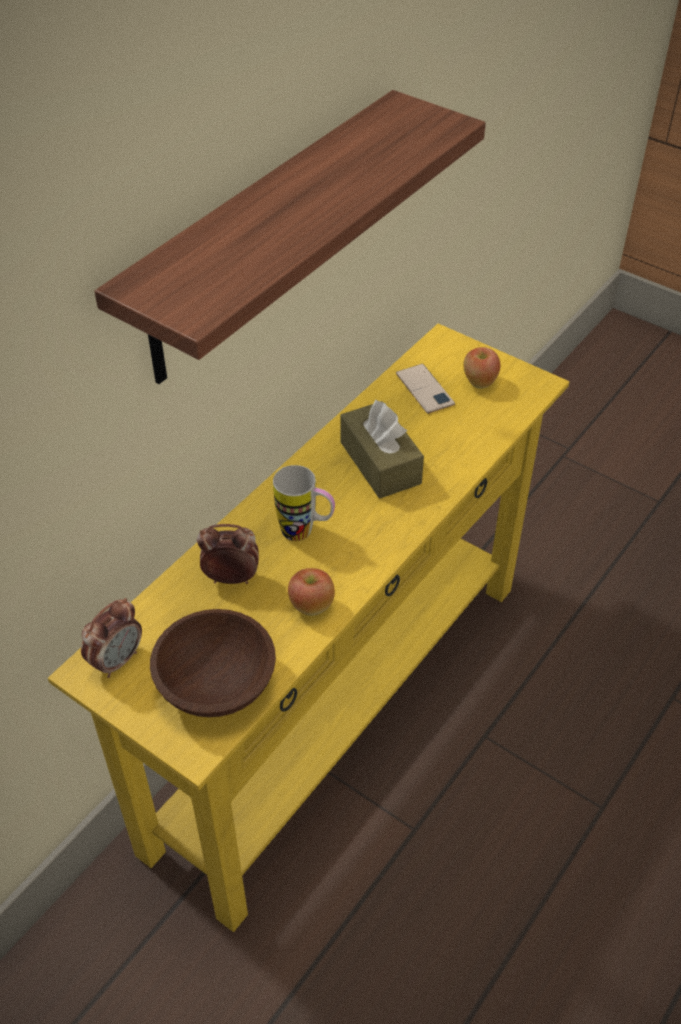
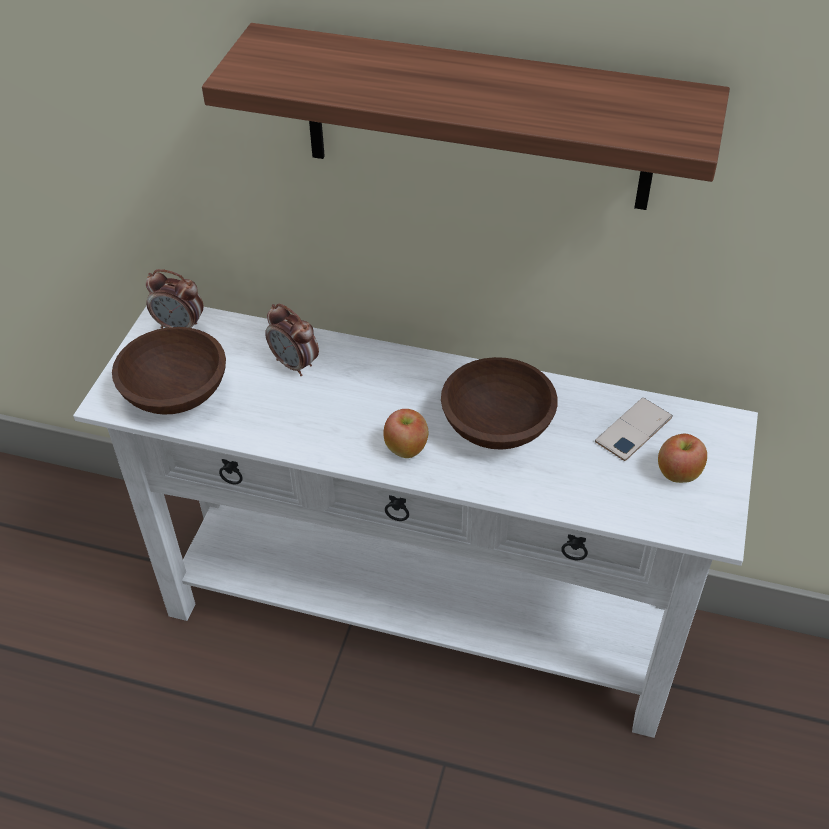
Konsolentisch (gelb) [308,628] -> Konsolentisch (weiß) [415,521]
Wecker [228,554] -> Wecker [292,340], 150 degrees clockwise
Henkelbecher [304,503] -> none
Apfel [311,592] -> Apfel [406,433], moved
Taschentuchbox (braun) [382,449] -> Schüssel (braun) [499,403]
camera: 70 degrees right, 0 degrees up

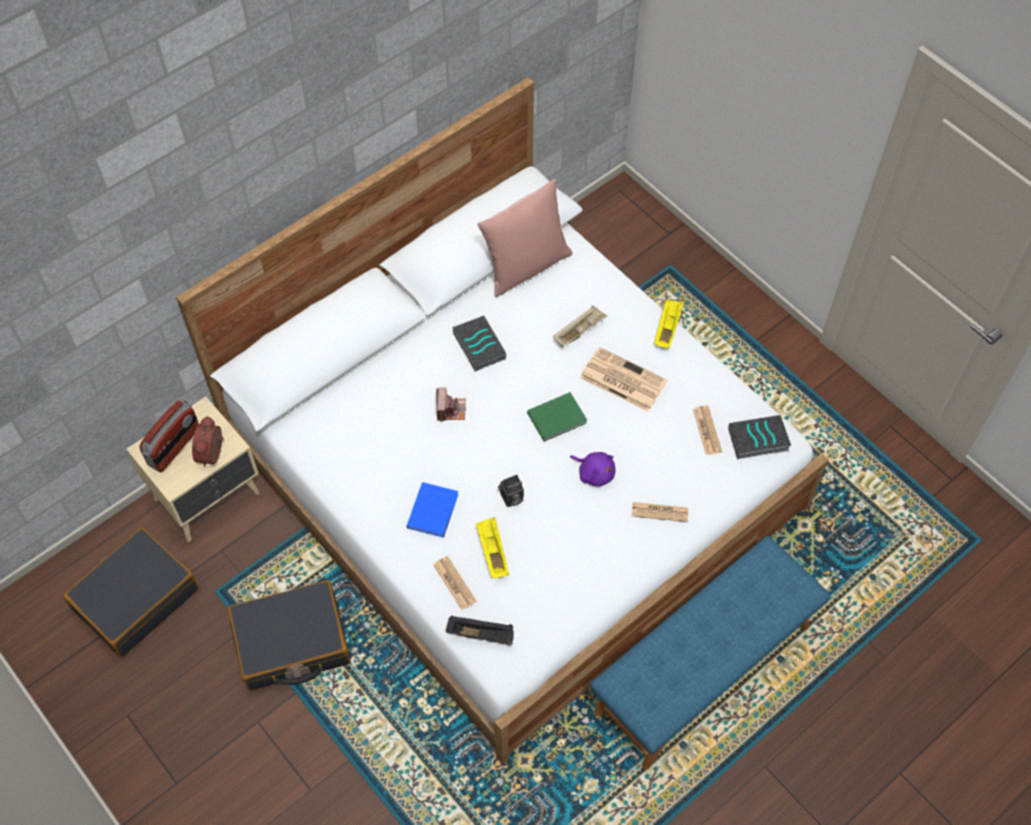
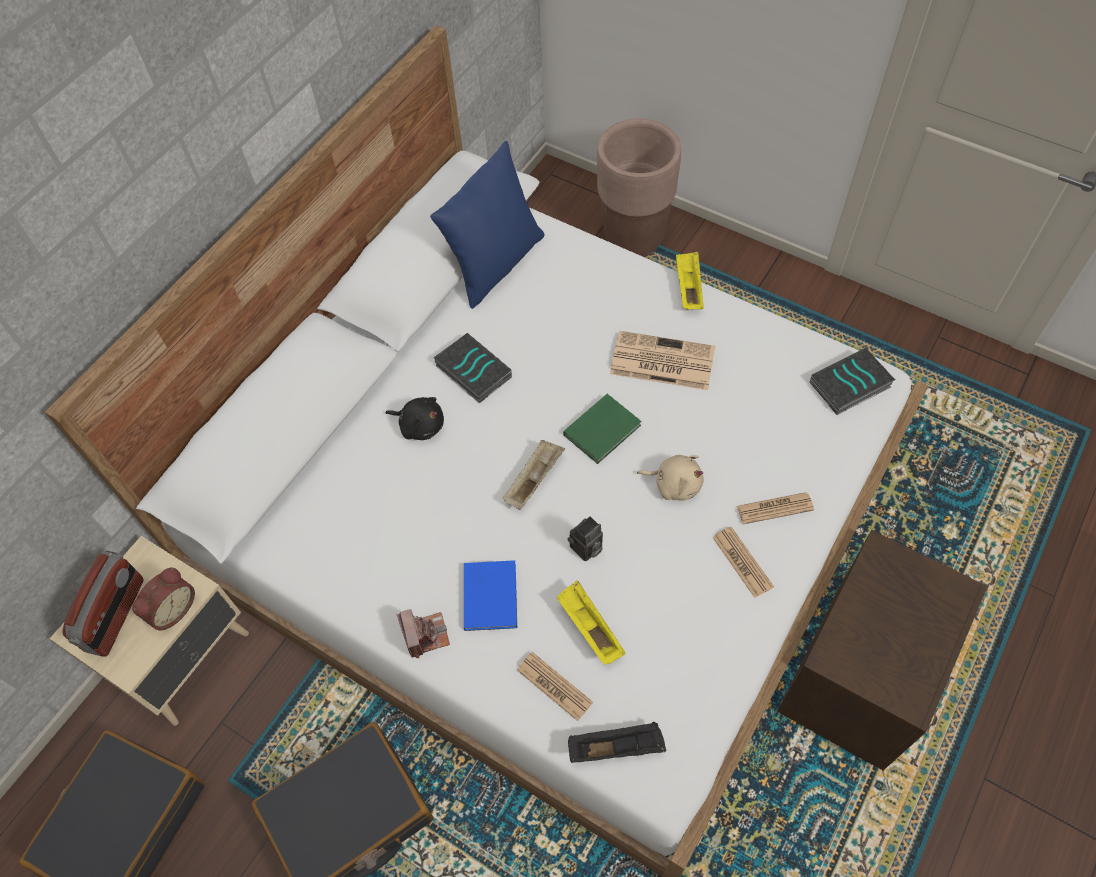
Wecker [208,441] -> Wecker [163,599], 135 degrees counterclockwise
Kamera [451,404] -> Kamera [423,633], moved
Kissen (rosa) [525,238] -> Kissen (blau) [487,225]
Tablett (beige) [580,326] -> Tablett (beige) [534,475], moved
Plüschtier (lila) [592,469] -> Plüschtier (beige) [670,477]
Bank (blau) [710,653] -> Nachttisch (braun) [882,650]
Zeitung [707,430] -> Zeitung [743,562], moved
none -> Plüschtier (schwarz) [414,418]
none -> Pflanzkübel (braun) [639,187]
camera: 15 degrees left, 0 degrees up

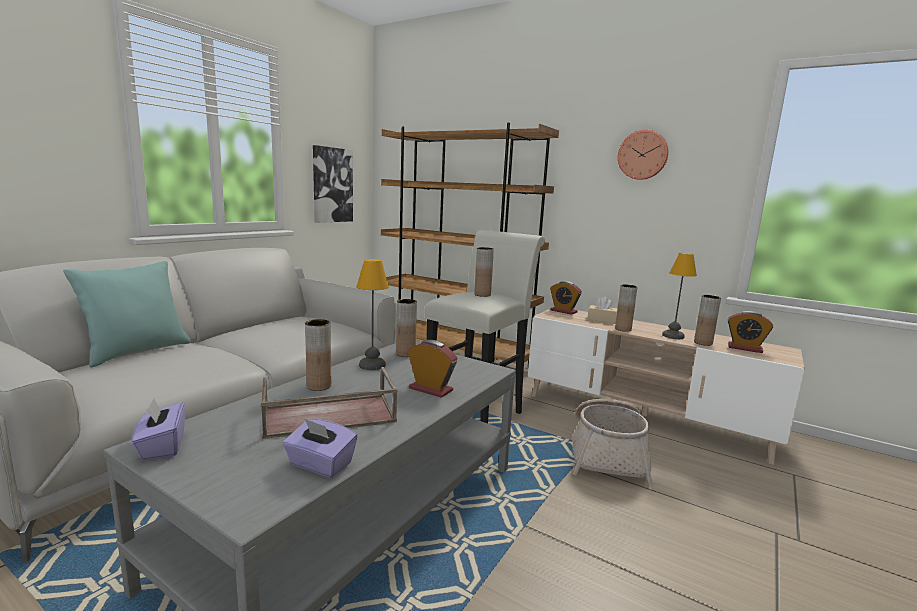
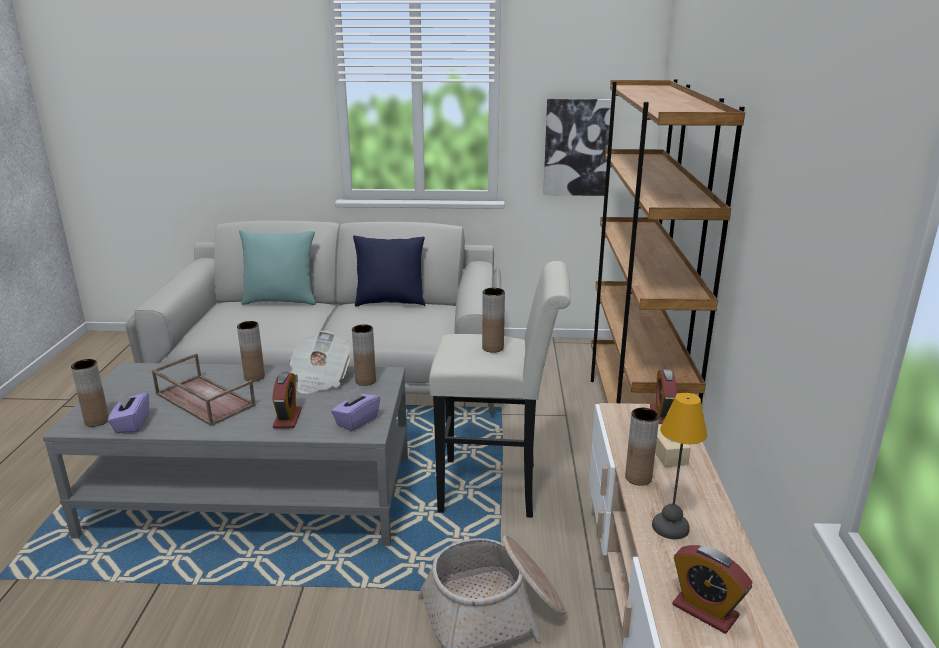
Taschentuchbox (lila) [158,429] -> Taschentuchbox (lila) [355,408], moved
Tischlampe [372,314] -> Zeitung [321,362]
Wanduhr [643,155] -> none
Vase (braun) [707,320] -> Vase (braun) [90,393], moved
Wecker [750,332] -> Wecker [712,589], 45 degrees counterclockwise
none -> Kissen (blau) [389,271]
camera: 60 degrees right, 10 degrees up

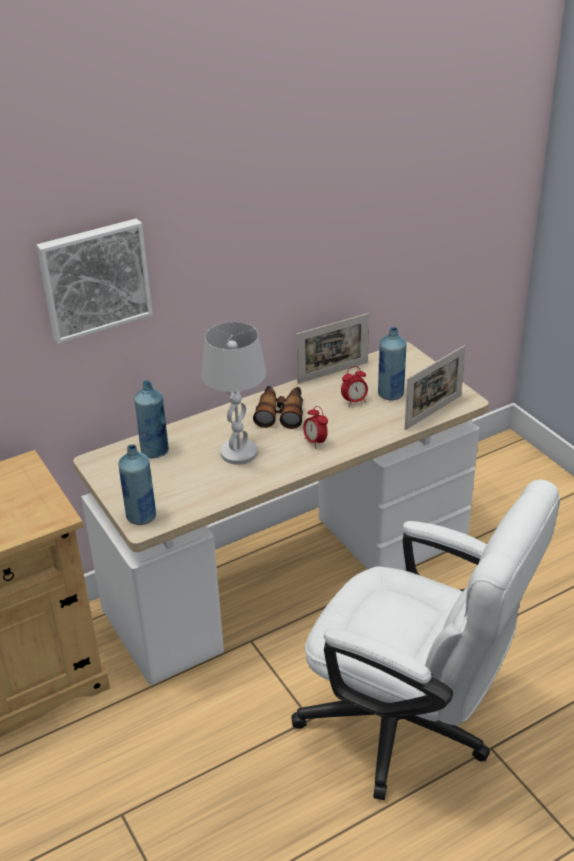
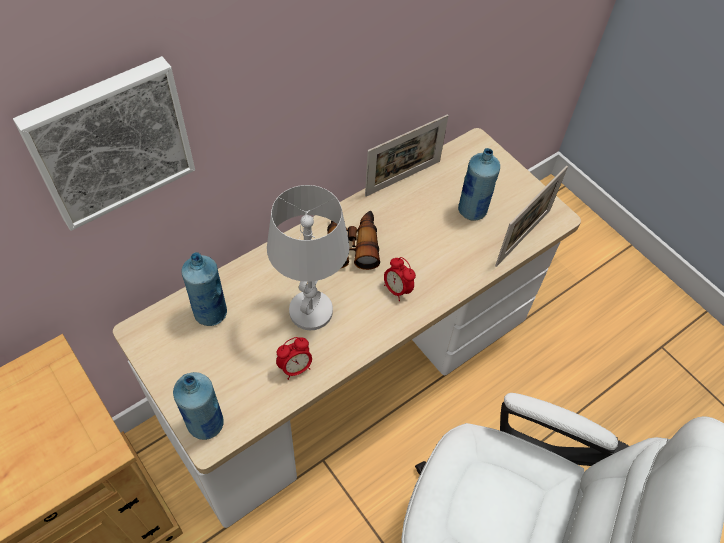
Wecker [354,386] -> Wecker [294,358], moved
camera: 10 degrees left, 20 degrees up

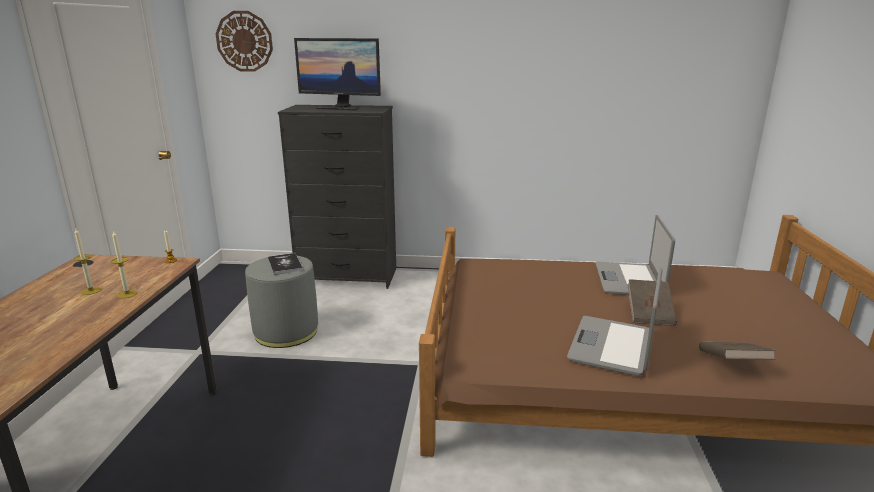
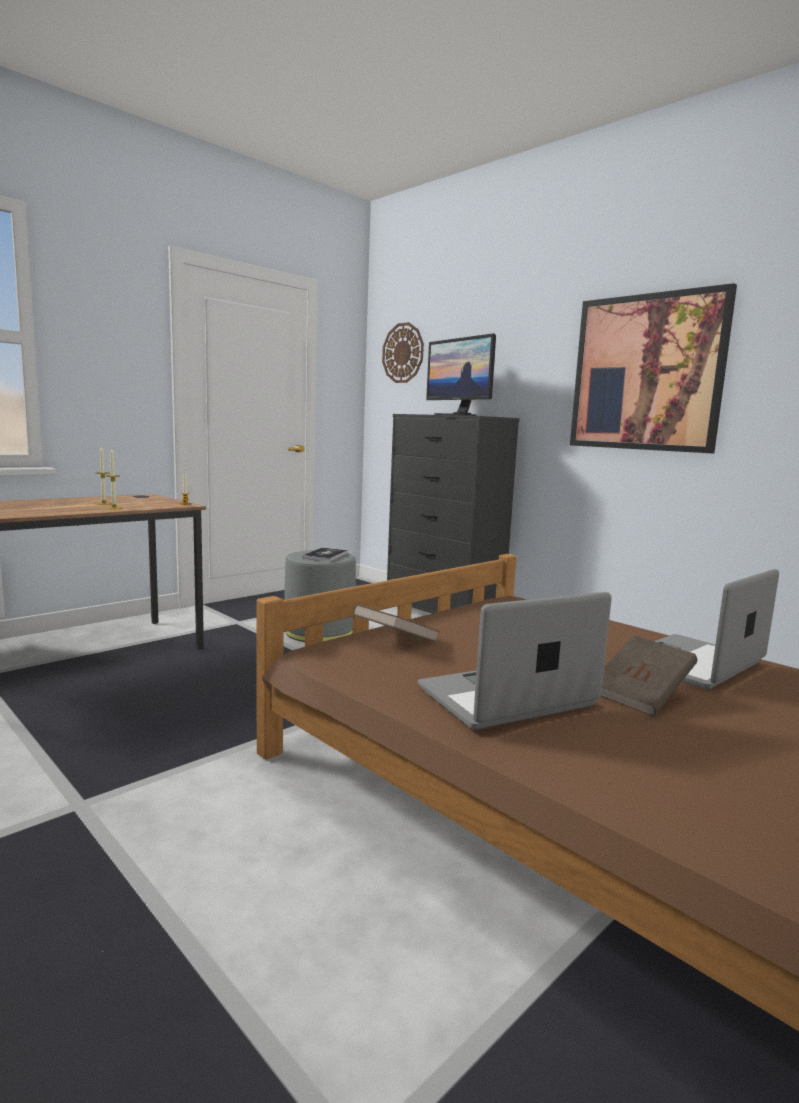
Buch (braun) [737,351] -> Buch (braun) [396,623], moved
none -> Bild [653,368]
camera: 40 degrees right, 10 degrees down

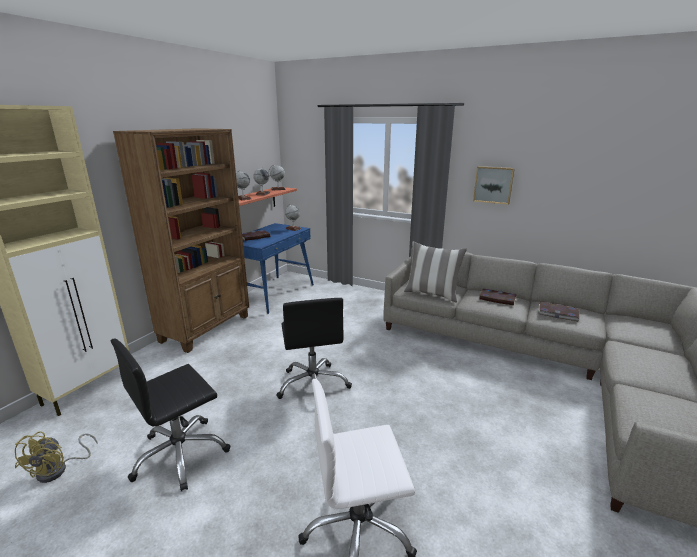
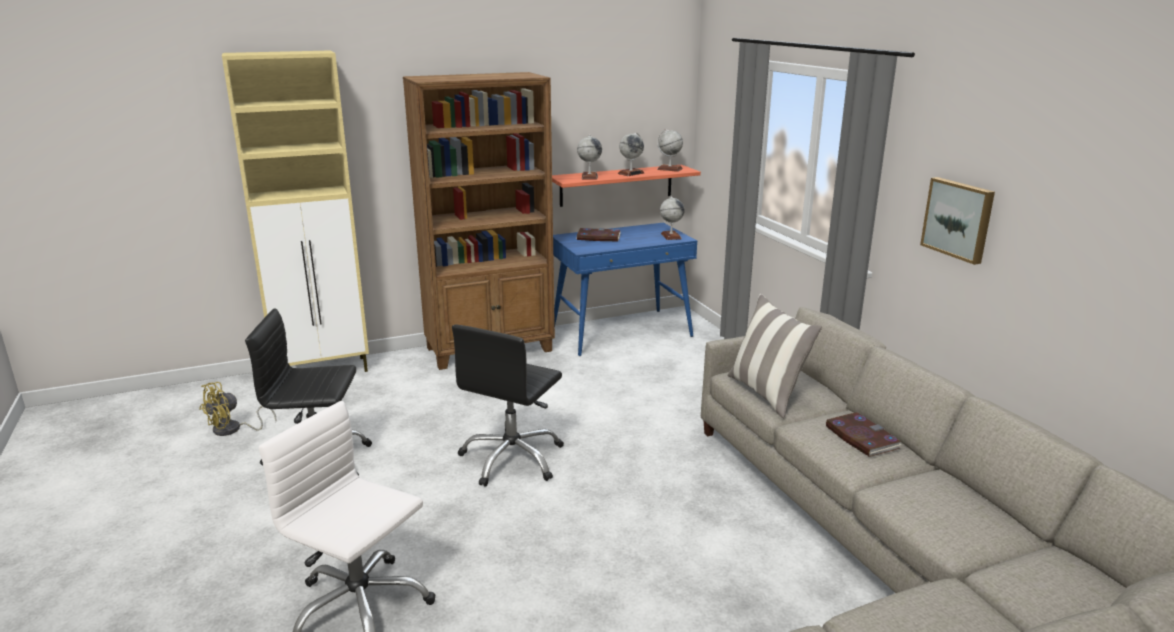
Buch [559,311] -> none
camera: 40 degrees right, 0 degrees up

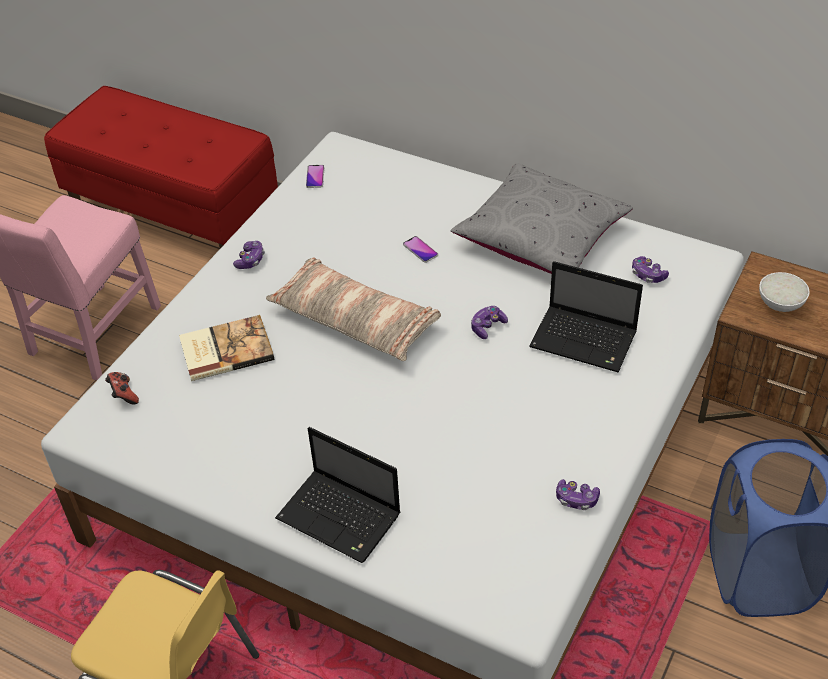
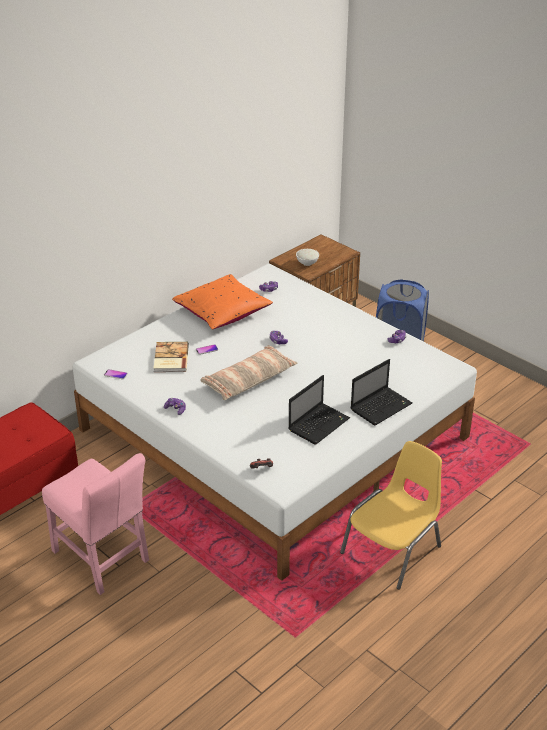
Buch [227,348] -> Buch [171,357], moved
Kissen (grau) [541,219] -> Kissen (orange) [222,302]
Laptop [586,316] -> Laptop [319,410], moved
camera: 75 degrees left, 10 degrees down

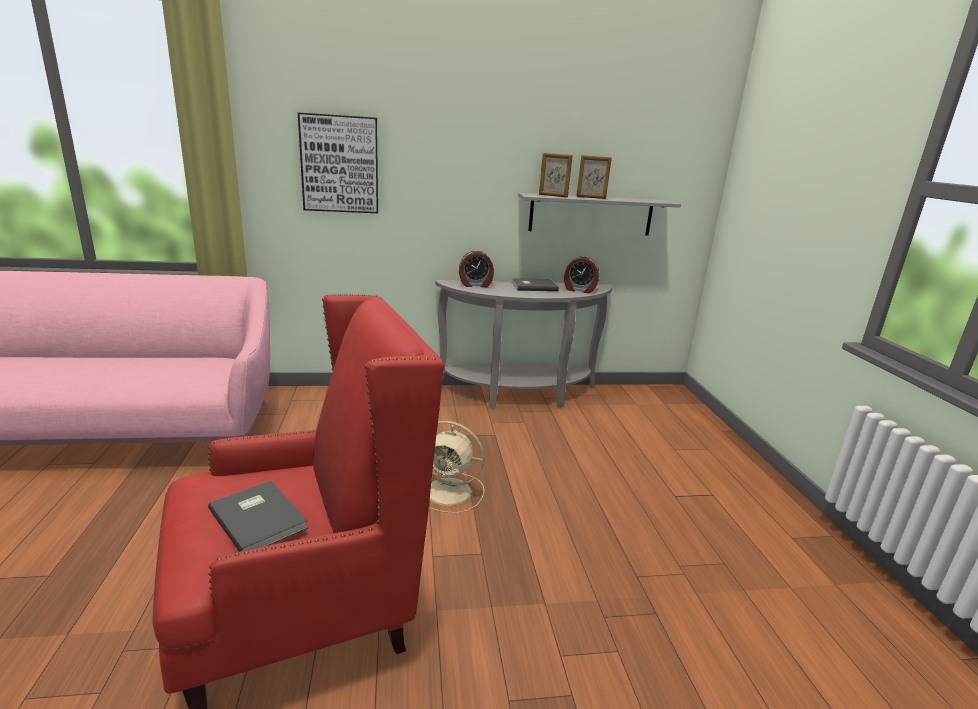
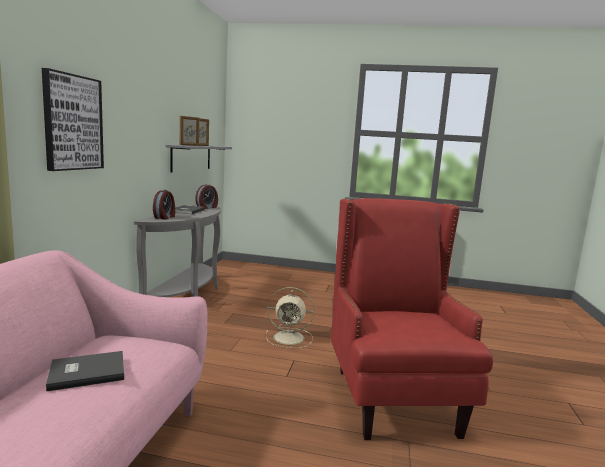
Buch (grau) [258,516] -> Buch (grau) [85,371], moved
Ventilator (beige) [457,467] -> Ventilator (beige) [290,317], 60 degrees clockwise
camera: 70 degrees left, 10 degrees down

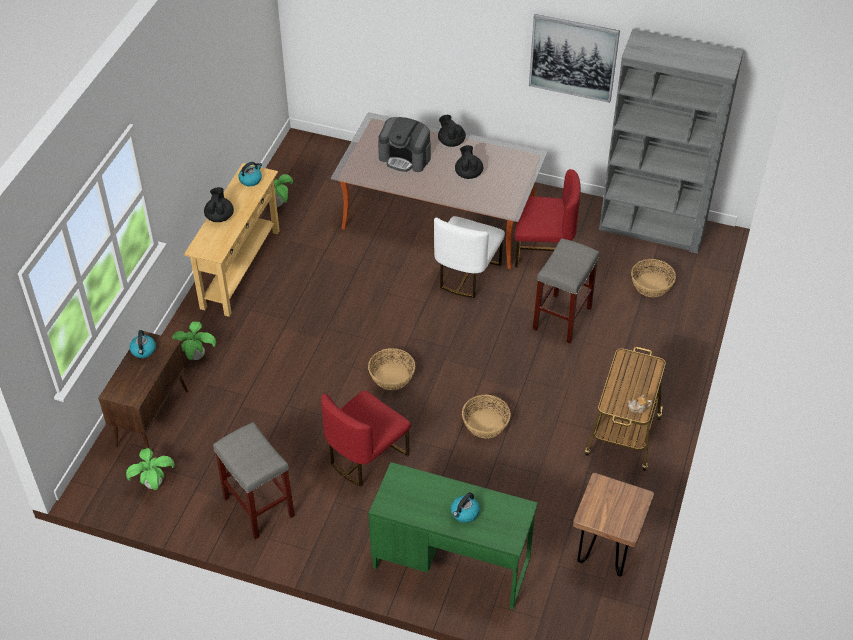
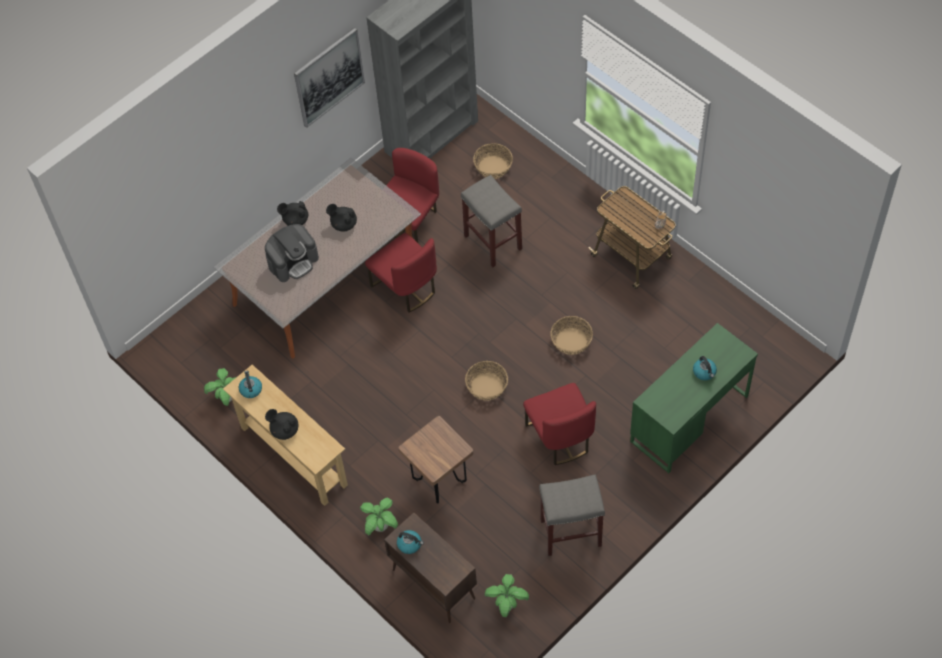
Stuhl (weiß) [469,257] -> Stuhl (rot) [401,272]
Hocker (braun) [613,525] -> Hocker (braun) [436,460], moved
camera: 60 degrees left, 10 degrees up

